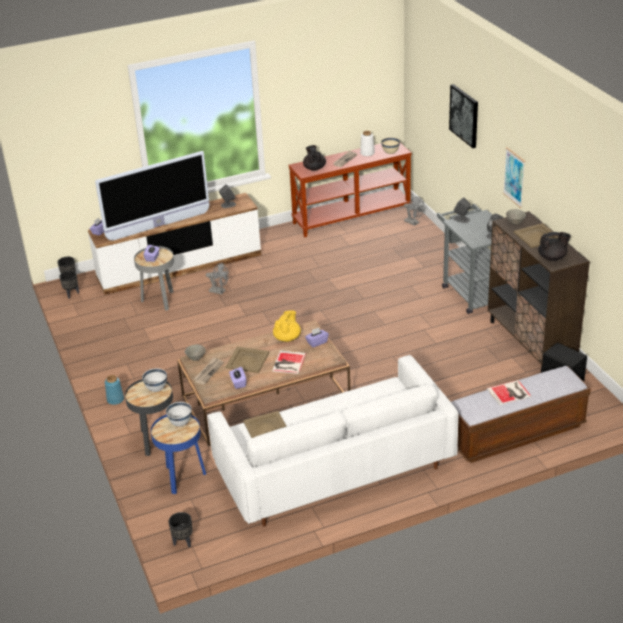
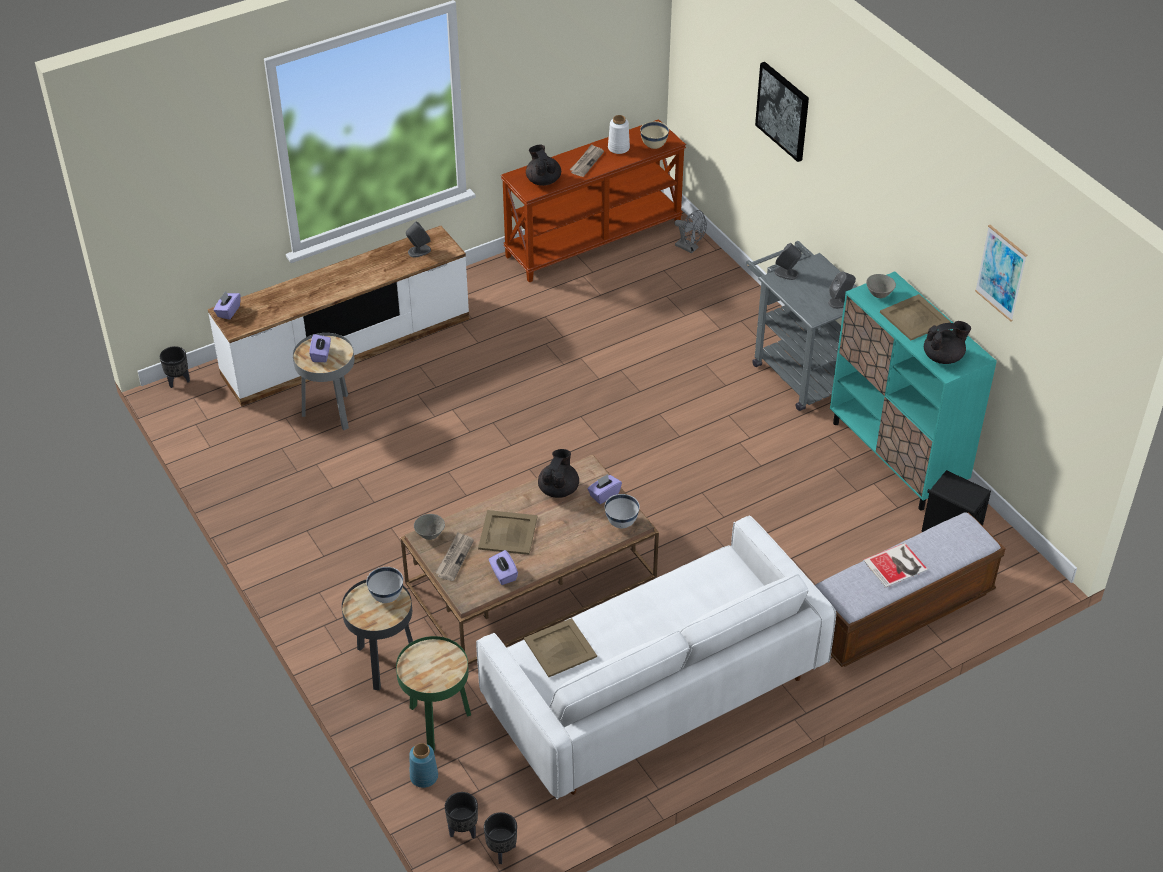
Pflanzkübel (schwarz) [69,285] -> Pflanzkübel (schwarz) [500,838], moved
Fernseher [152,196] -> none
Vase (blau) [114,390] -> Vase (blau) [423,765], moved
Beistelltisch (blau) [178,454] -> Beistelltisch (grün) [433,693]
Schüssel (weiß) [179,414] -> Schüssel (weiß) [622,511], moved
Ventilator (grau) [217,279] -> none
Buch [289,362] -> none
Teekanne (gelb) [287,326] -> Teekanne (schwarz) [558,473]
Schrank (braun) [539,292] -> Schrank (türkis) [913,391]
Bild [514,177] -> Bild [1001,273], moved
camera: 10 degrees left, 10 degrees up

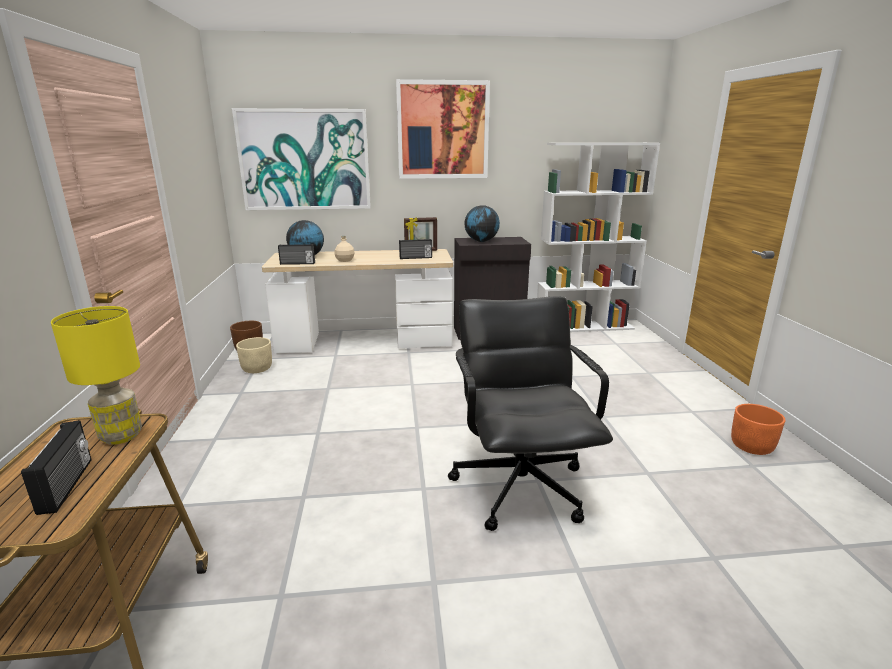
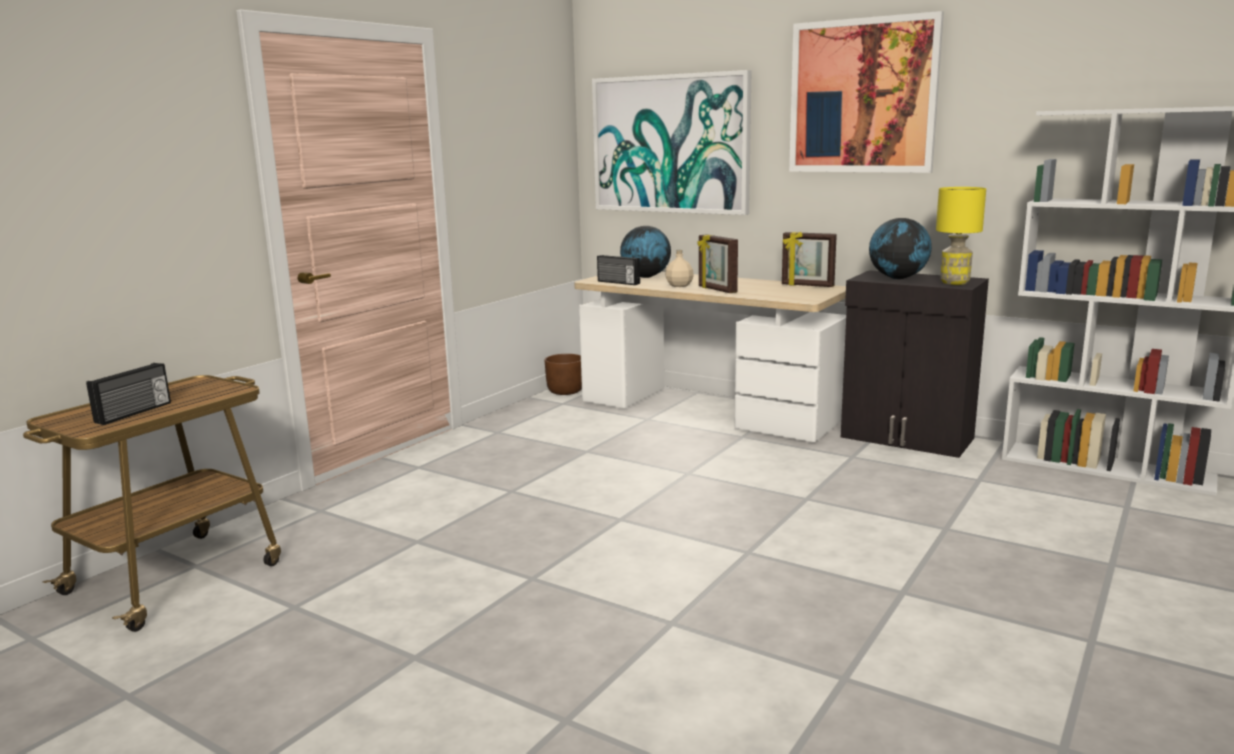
Tischlampe (gelb) [96,375] -> Tischlampe (gelb) [961,236], moved
Pflanzkübel (beige) [254,355] -> none
Radio [415,249] -> none
Bürostuhl (schwarz) [530,413] -> none
Pflanzkübel (orange) [758,429] -> none
none -> Bilderrahmen [717,263]
camera: 40 degrees right, 5 degrees down

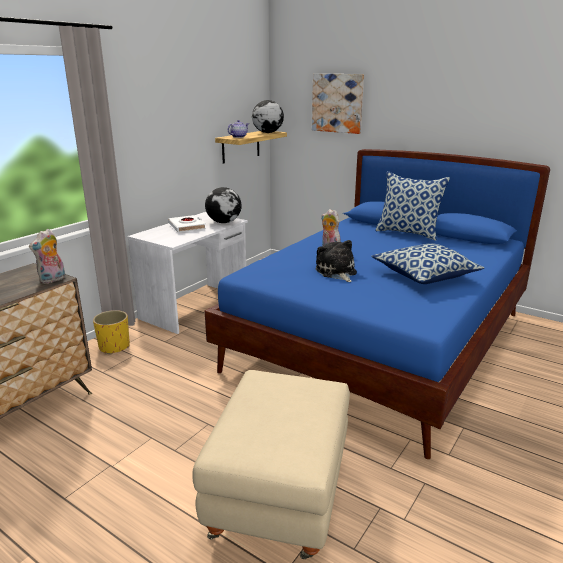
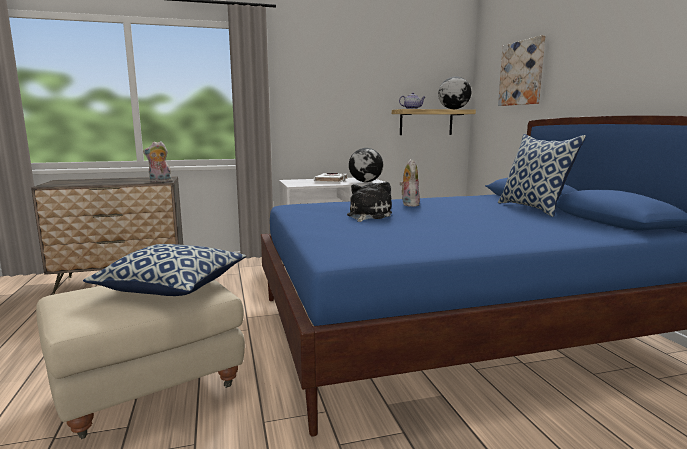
Pflanzkübel (gelb) [111,332] -> none
Kissen [427,263] -> Kissen [164,270], moved
camera: 40 degrees right, 10 degrees down

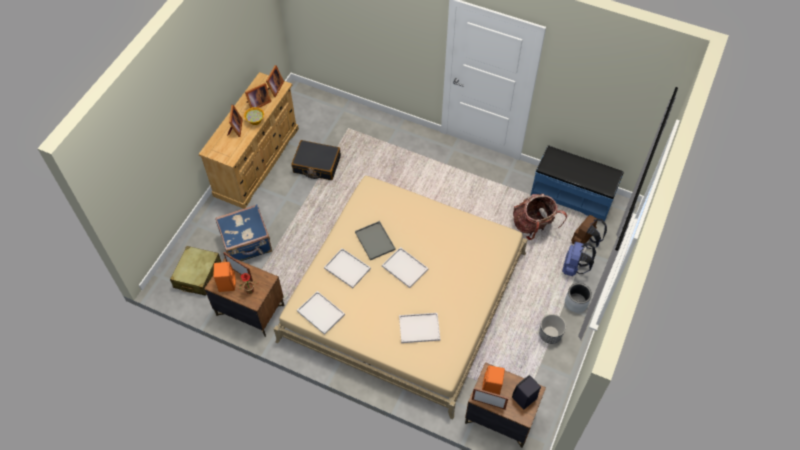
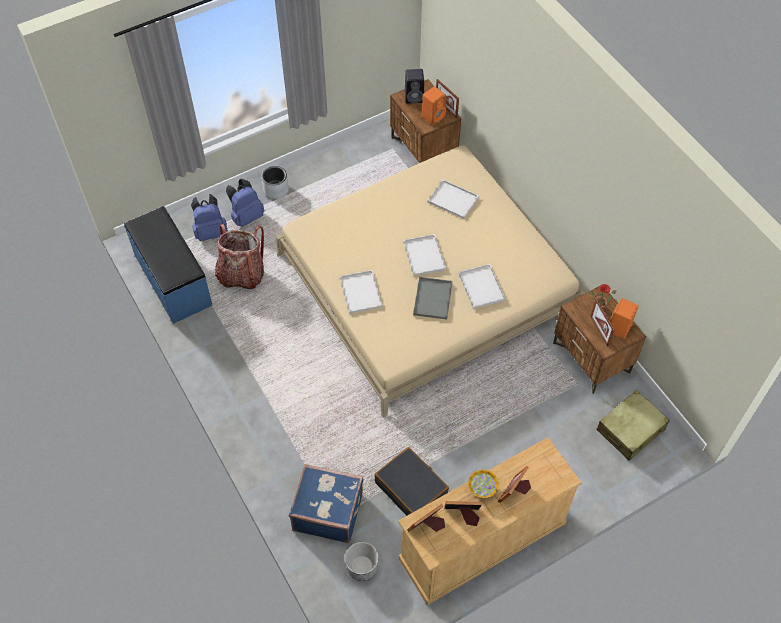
Koffer (blau) [243,232] -> Koffer (blau) [326,503], moved
Tablett (weiß) [321,313] -> Tablett (weiß) [361,292], moved
Pflanzkübel [552,329] -> Pflanzkübel [362,561], moved
Rucksack (braun) [589,232] -> Rucksack (blau) [209,217]
camera: 145 degrees left, 0 degrees up

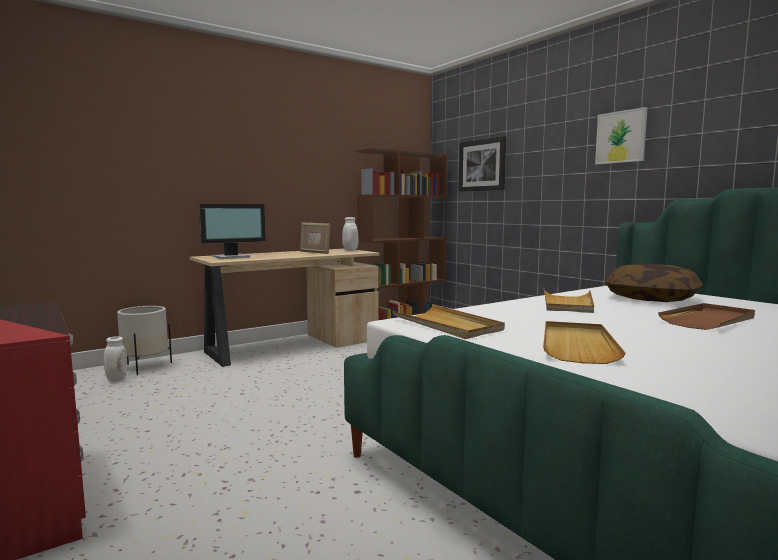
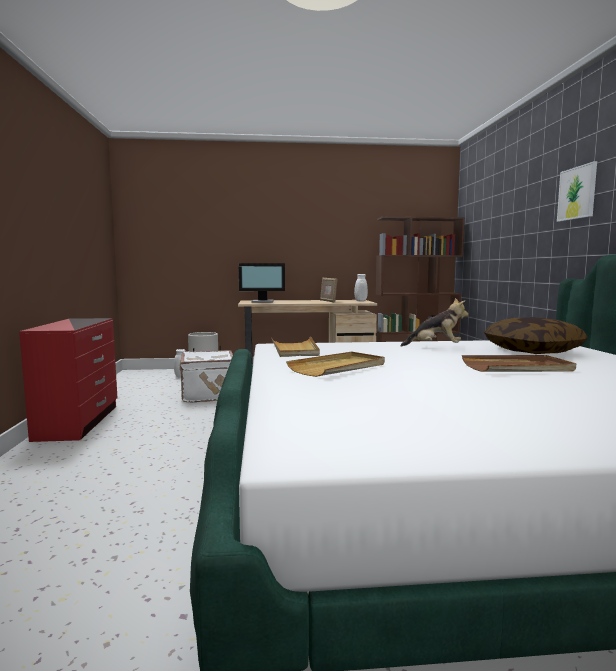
Bild [482,164] -> none
Tablett (beige) [568,300] -> Plüschtier [434,322]
none -> Koffer (weiß) [206,376]
camera: 30 degrees right, 0 degrees up

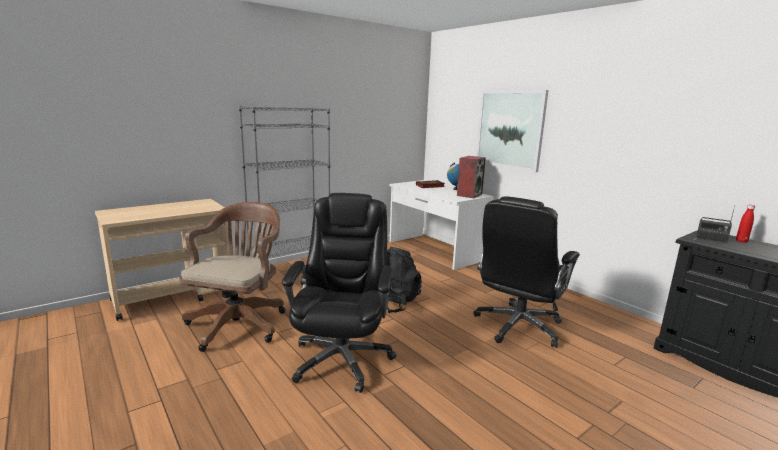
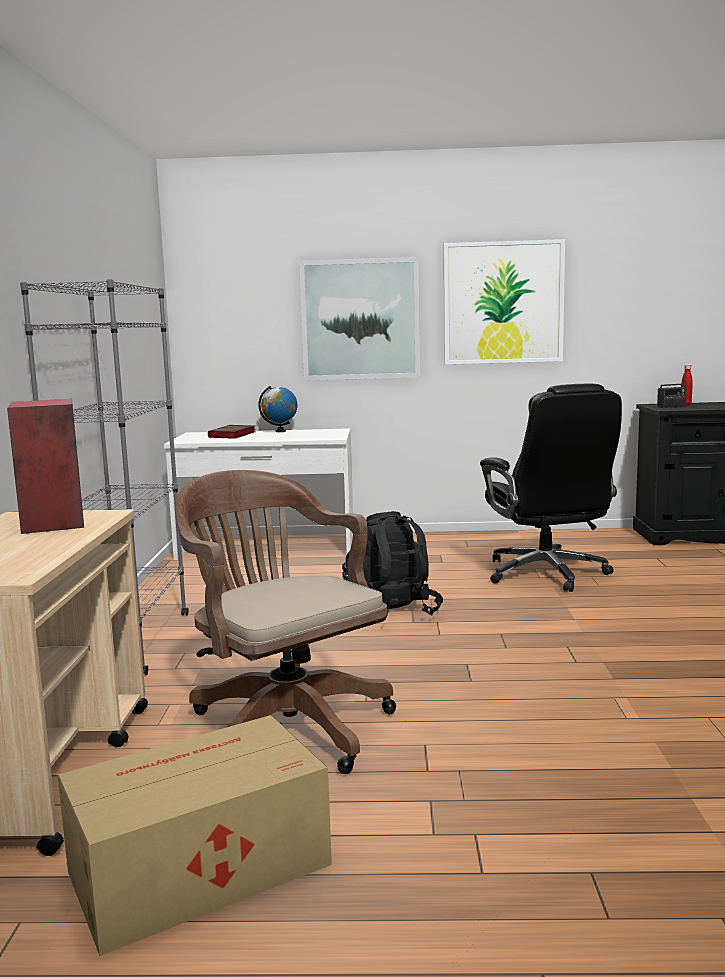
Bürostuhl (schwarz) [339,293] -> none
Lautsprecher [471,177] -> Lautsprecher [45,466], moved
none -> Karton [195,835]
none -> Bild [504,301]
camera: 50 degrees left, 5 degrees down

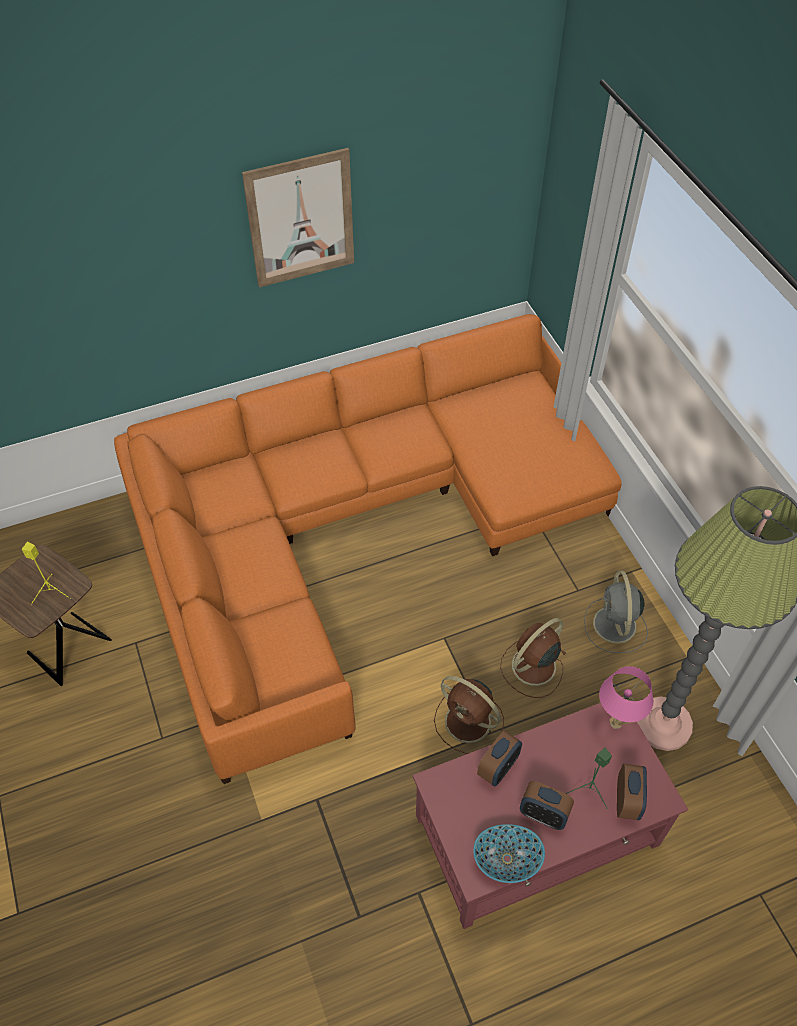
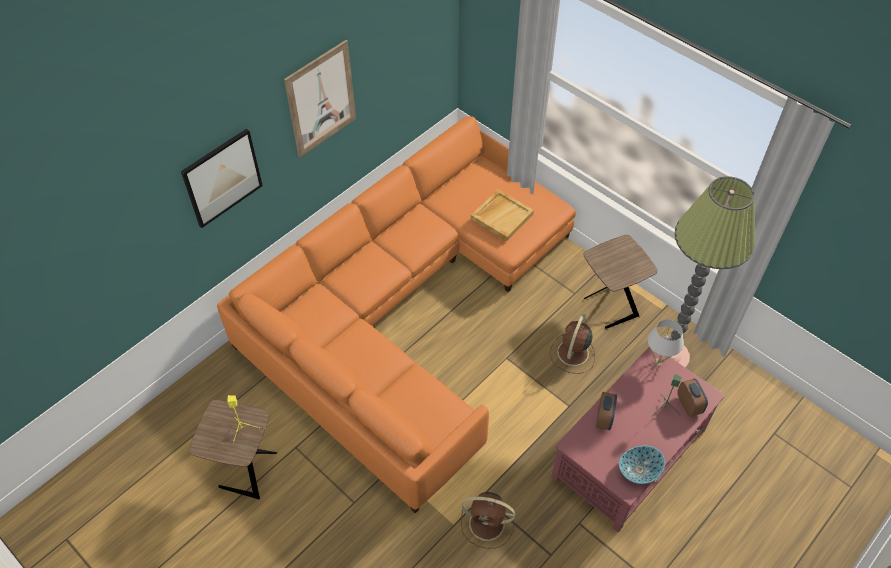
Ventilator (braun) [469,715] -> Ventilator (braun) [488,520], moved
Wecker [547,805] -> none
Ventilator (grau) [616,612] -> Beistelltisch (braun) [620,282]
Tischlampe (rosa) [626,697] -> Tischlampe (weiß) [666,342]
none -> Bild [222,178]
none -> Tablett (beige) [502,215]
camera: 25 degrees left, 0 degrees up

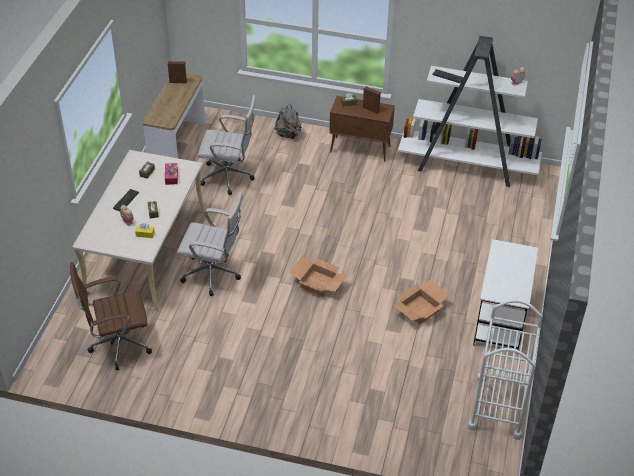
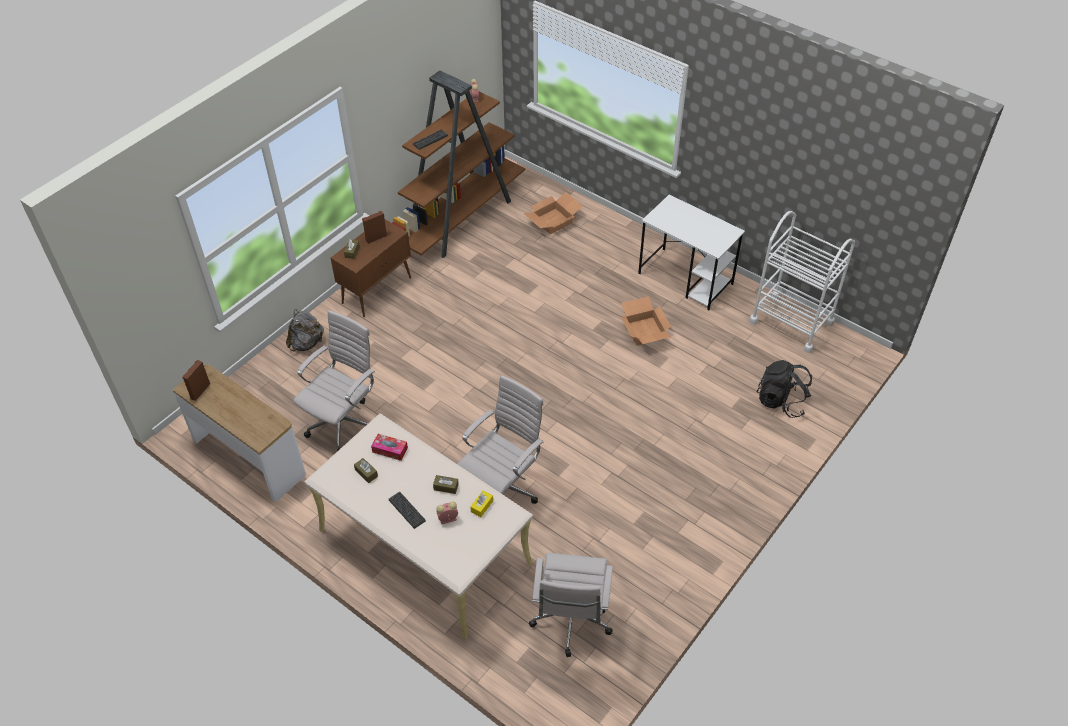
Bürostuhl (braun) [111,316] -> Bürostuhl (weiß) [571,605]
Karton [318,276] -> Karton [553,213], moved
Bücherregal (weiß) [470,111] -> Bücherregal (braun) [458,164]
none -> Rucksack (schwarz) [784,389]
camera: 65 degrees left, 5 degrees up

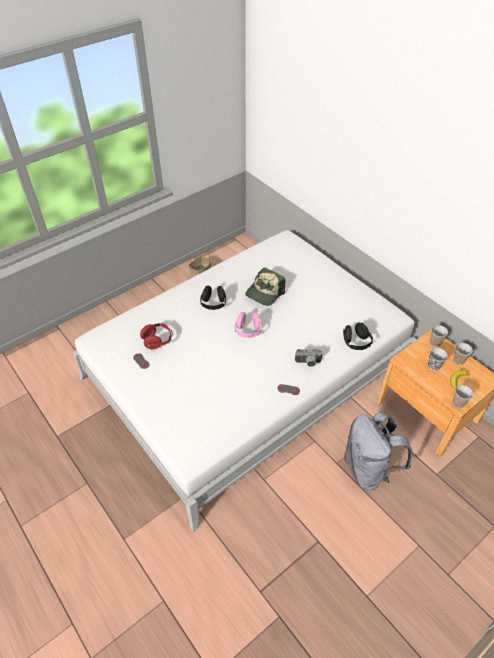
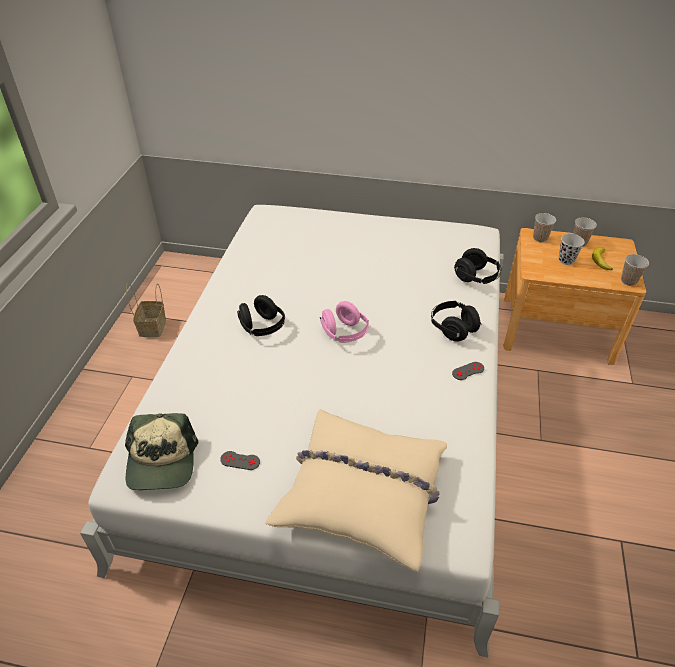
Kopfhörer (rot) [156,336] -> none
Kappe [265,287] -> Kappe [161,451], moved
Kamera [309,358] -> Kopfhörer (schwarz) [456,321]
Rucksack (grau) [378,451] -> none
none -> Kissen (beige) [356,490]
camera: 40 degrees left, 5 degrees down

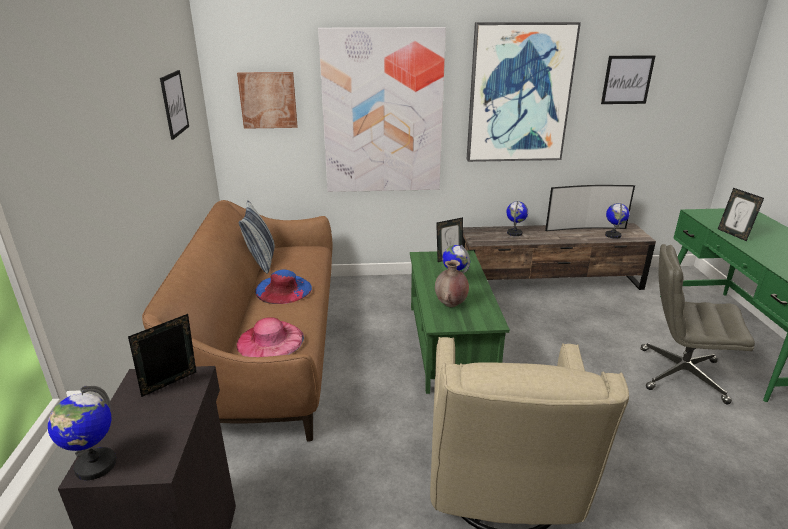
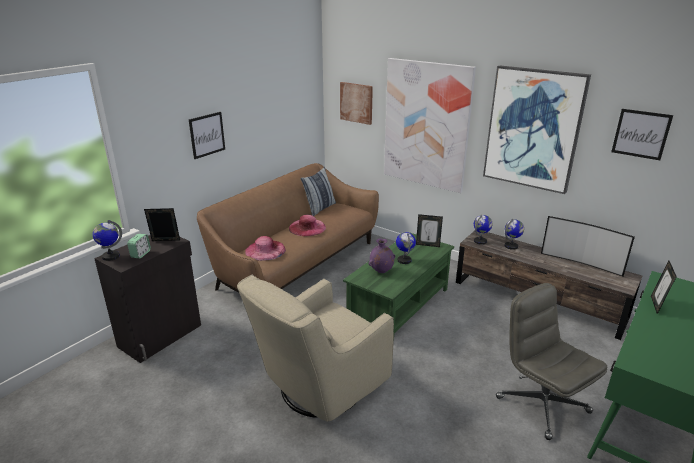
Bild [174,105] -> Bild [207,135], moved
Hut (blau) [283,287] -> Hut (rosa) [307,225]
Vase (braun) [452,283] -> Vase (lila) [382,255]
Globus [617,221] -> Globus [483,230], moved
none -> Wecker [139,246]
camera: 40 degrees right, 0 degrees up

